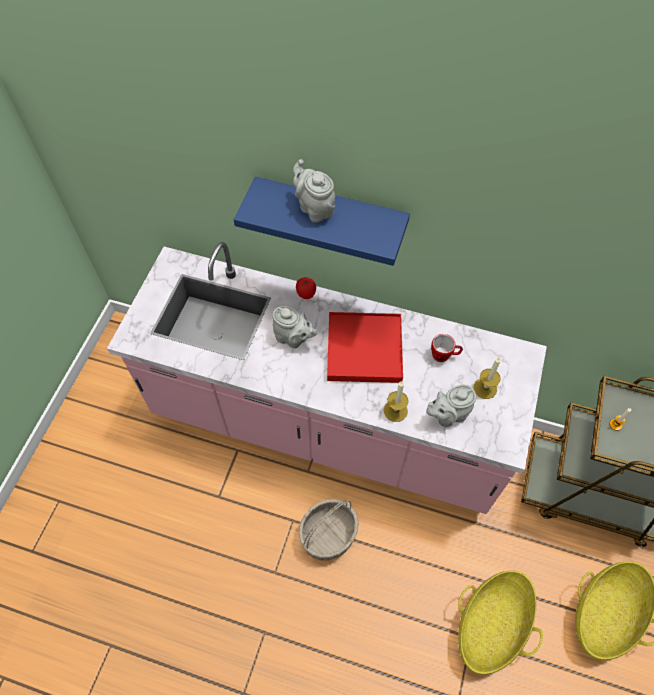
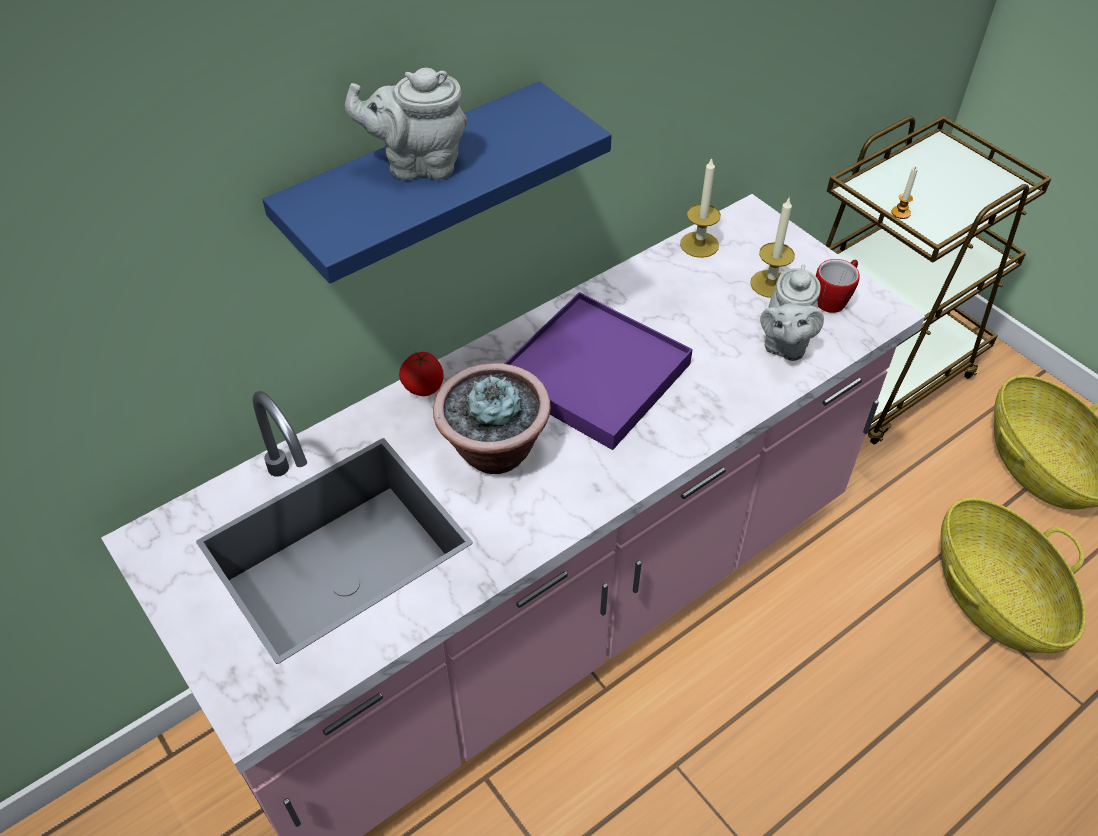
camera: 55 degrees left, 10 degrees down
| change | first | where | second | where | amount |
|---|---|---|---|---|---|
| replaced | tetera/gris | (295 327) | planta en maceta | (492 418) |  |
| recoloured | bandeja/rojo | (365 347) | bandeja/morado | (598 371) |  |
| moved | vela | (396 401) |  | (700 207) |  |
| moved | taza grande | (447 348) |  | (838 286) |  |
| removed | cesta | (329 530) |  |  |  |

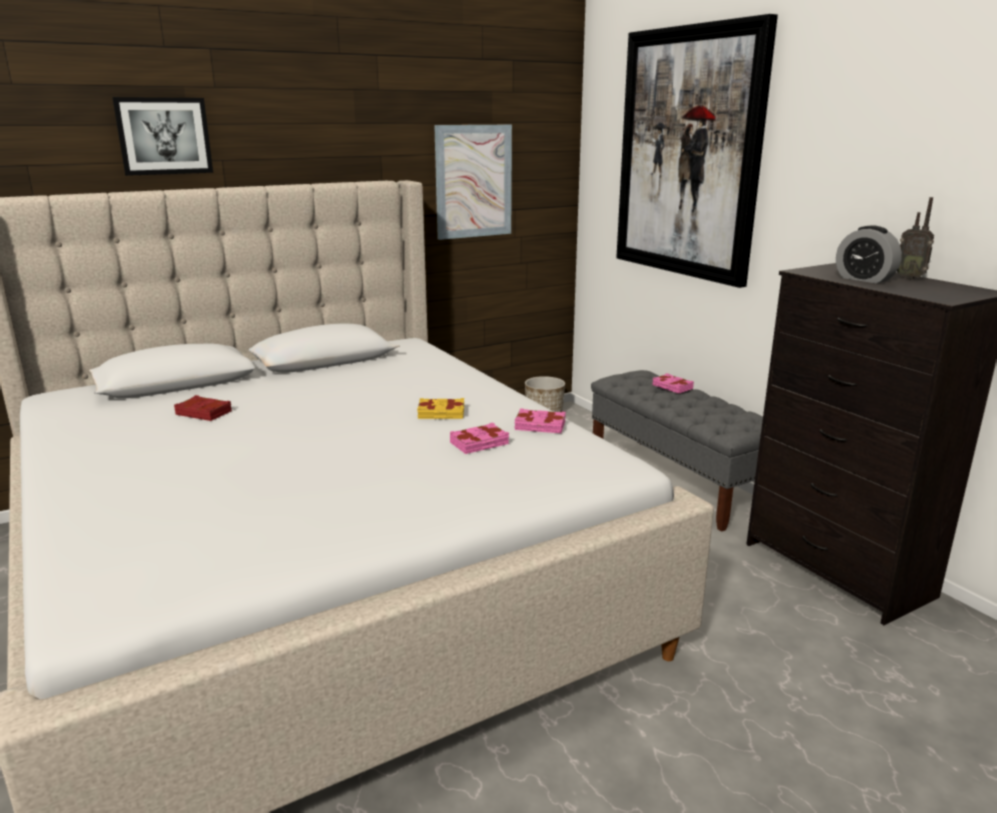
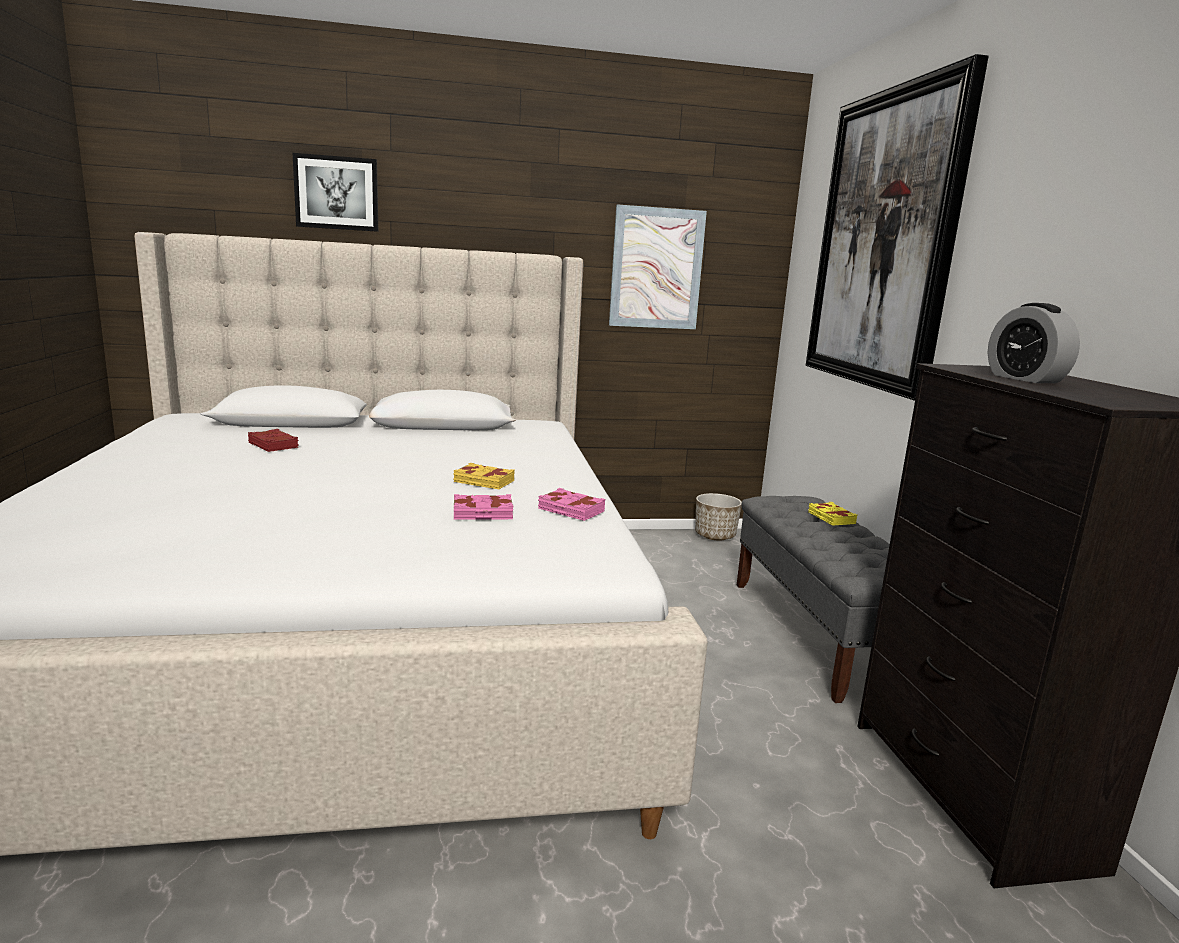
camera: 20 degrees right, 5 degrees down
| change | first | where | second | where | amount |
|---|---|---|---|---|---|
| recoloured | libro/rosa | (673 383) | libro/amarillo | (832 514) |  |
| removed | radio | (915 238) |  |  |  |

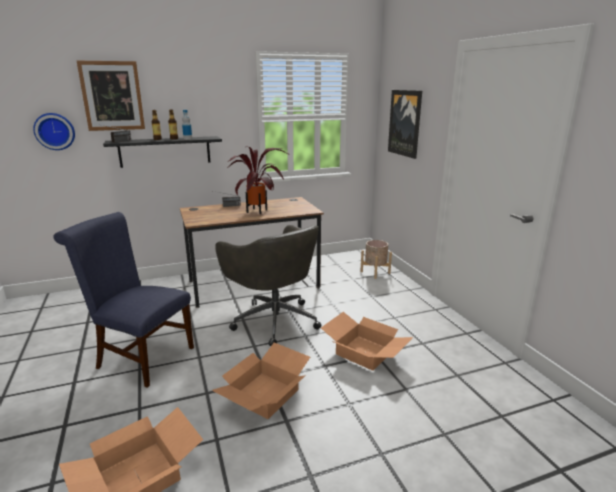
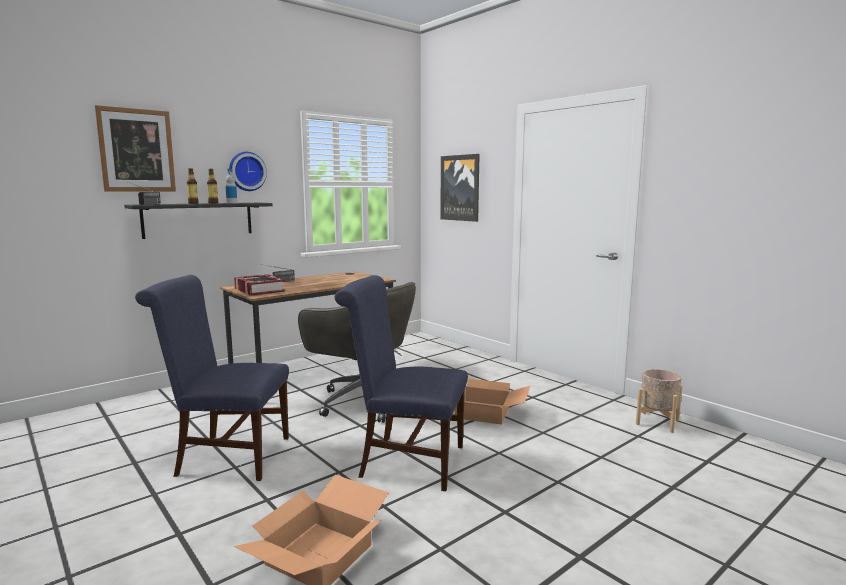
camera: 20 degrees left, 10 degrees down
| change | first | where | second | where | amount |
|---|---|---|---|---|---|
| moved | reloj de pared | (54 131) |  | (248 171) |  |
| added |  |  | libro | (259 285) |  |
| replaced | caja de cartón | (261 380) | silla/azul | (401 383) |  |
| moved | maceta/beis | (376 259) |  | (659 401) |  |
| removed | planta en maceta | (259 180) |  |  |  |

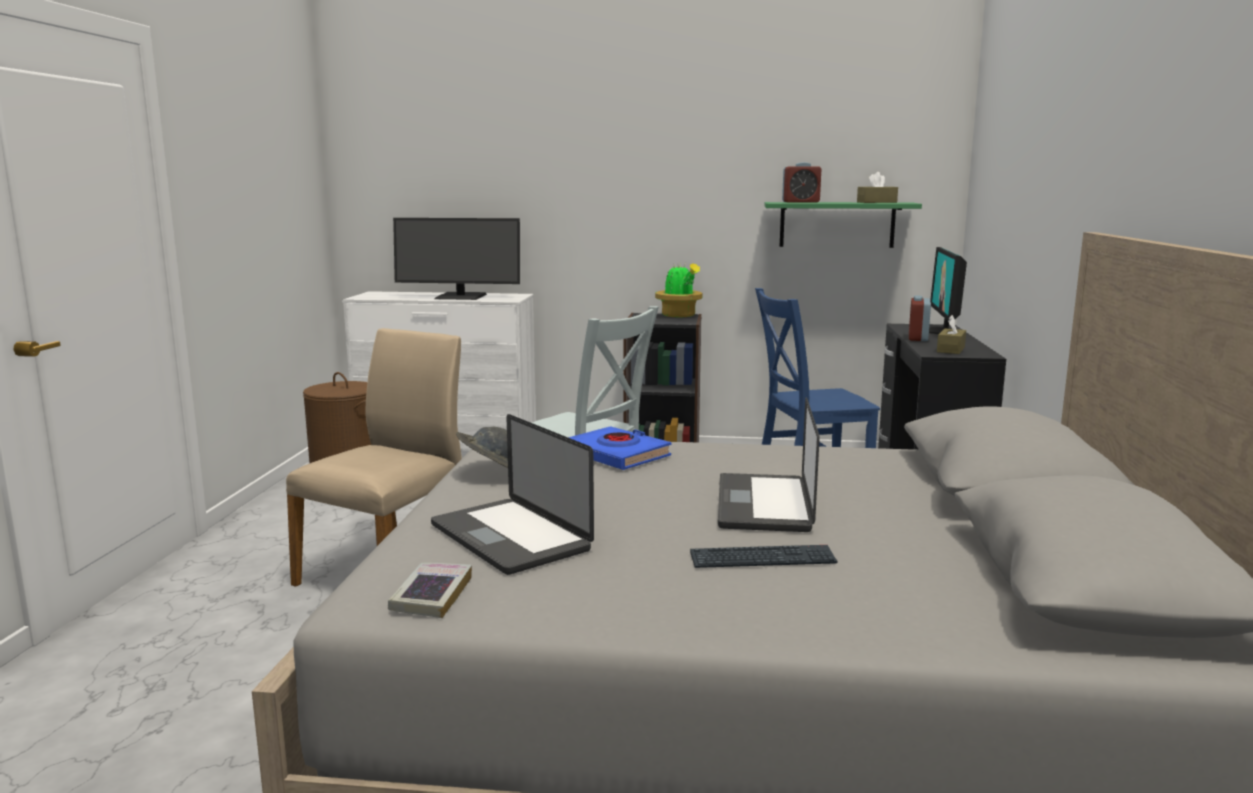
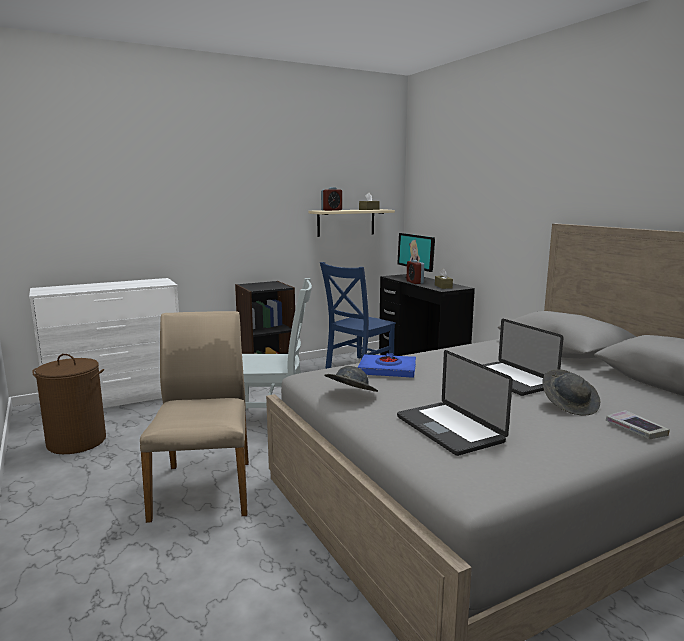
camera: 35 degrees left, 0 degrees up
| change | first | where | second | where | amount |
|---|---|---|---|---|---|
| recoloured | estante/verde | (843 225) | estante/beis | (351 223) |  |
| turned | portátil | (512 494) |  | (455 403) | 45 degrees clockwise |
| replaced | teclado | (764 556) | sombrero/gris | (571 392) |  |
| moved | libro | (430 590) |  | (638 424) |  |
| removed | monitor | (456 259) |  |  |  |
| removed | planta en maceta | (678 290) |  |  |  |

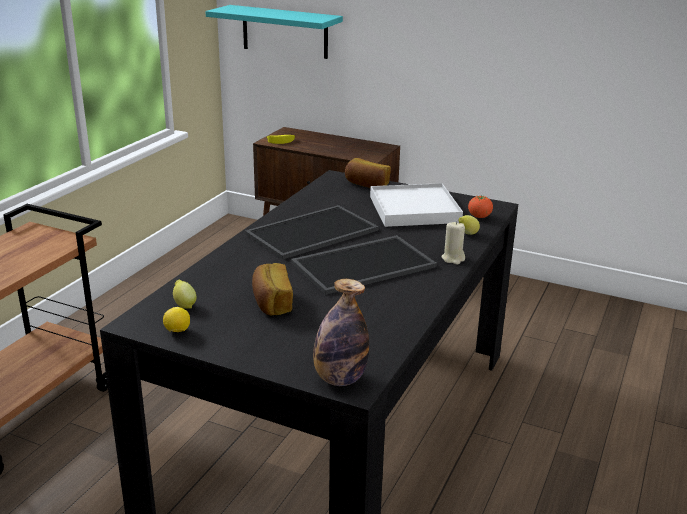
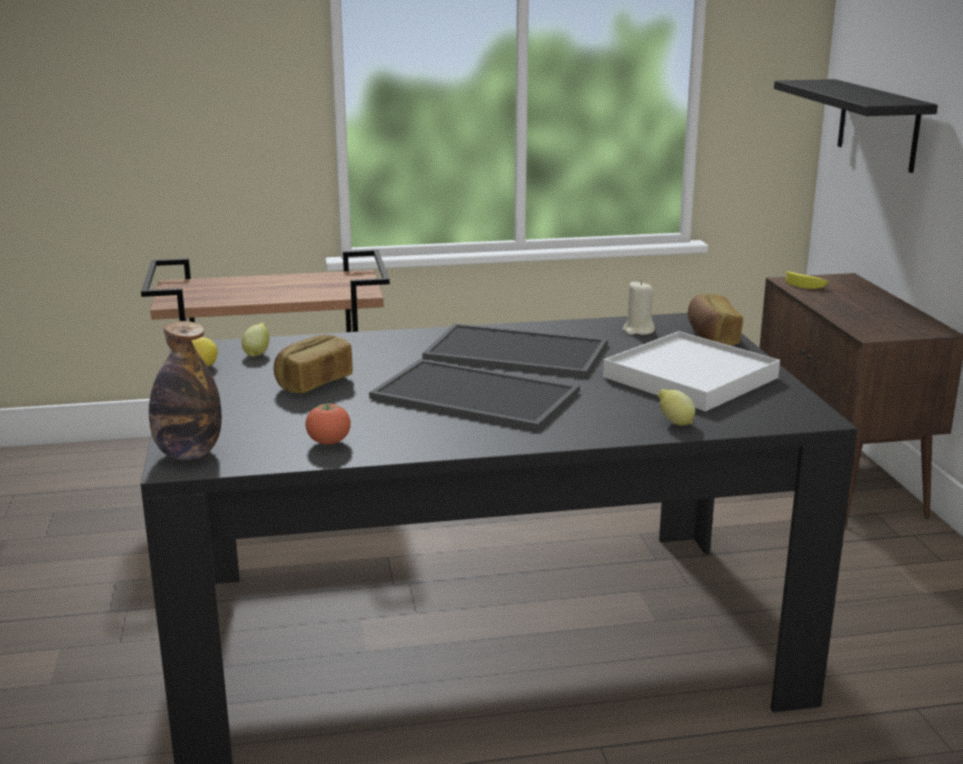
camera: 55 degrees right, 5 degrees down
| change | first | where | second | where | amount |
|---|---|---|---|---|---|
| moved | tomate | (480 207) |  | (328 423) |  |
| moved | vela/beis | (453 243) |  | (638 308) |  |
| recoloured | estante/turquesa | (274 32) | estante/negro | (856 126) |  |

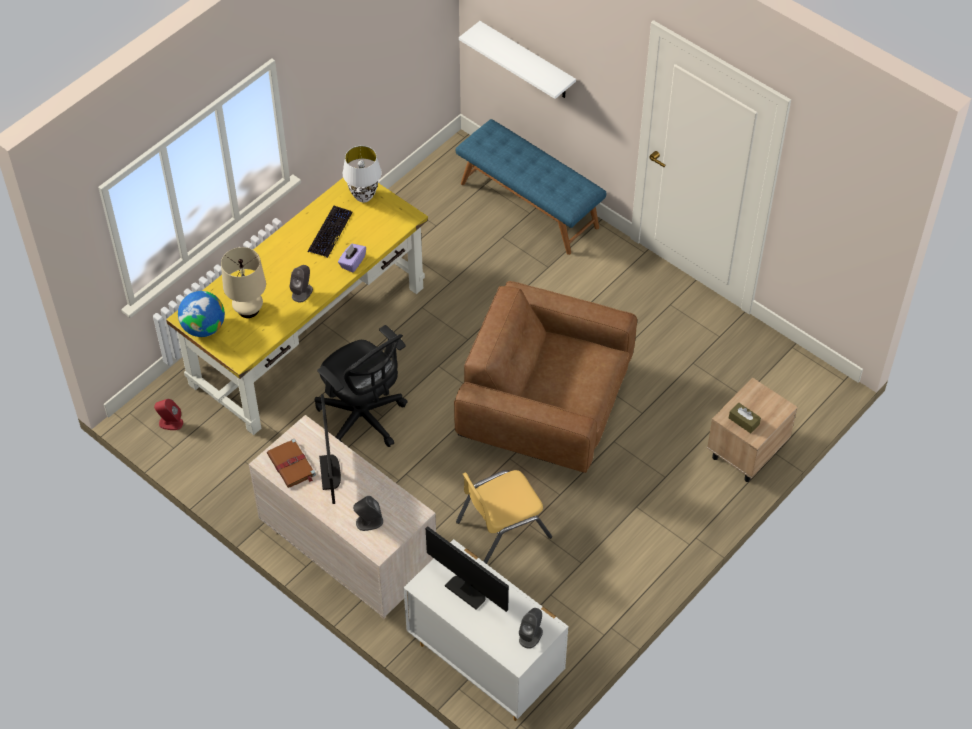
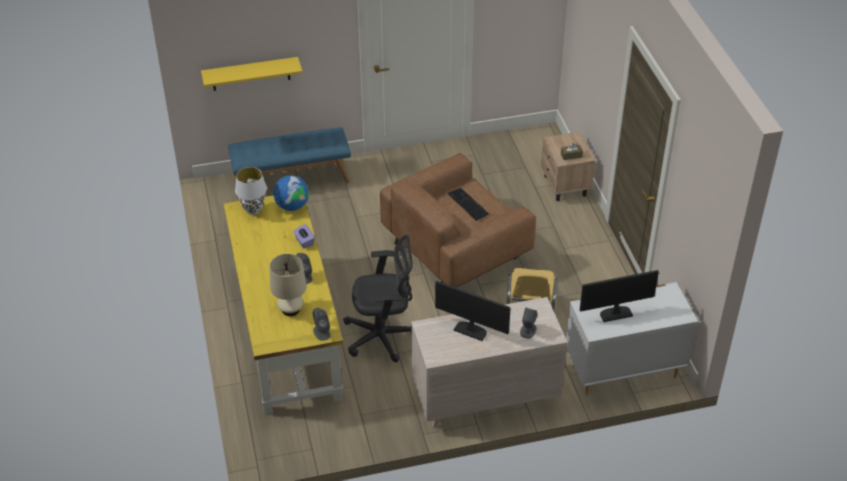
camera: 55 degrees left, 10 degrees down
| change | first | where | second | where | amount |
|---|---|---|---|---|---|
| recoloured | estante/blanco | (517 60) | estante/amarillo | (251 74) |  |
| moved | globo terráqueo | (201 314) |  | (291 193) |  |
| moved | altavoz/gris | (531 628) |  | (321 324) |  |
| moved | teclado | (330 232) |  | (469 204) |  |
| removed | altavoz/rojo | (168 414) |  |  |  |
| removed | libro/marrón | (291 463) |  |  |  |

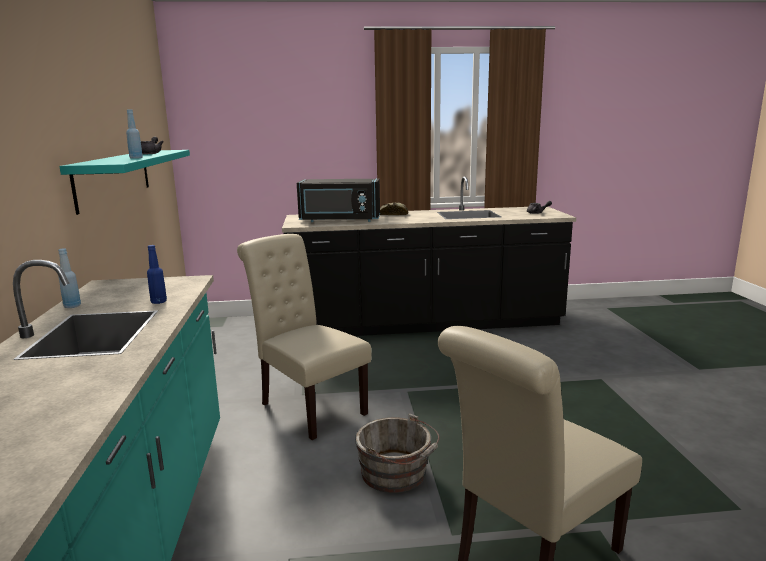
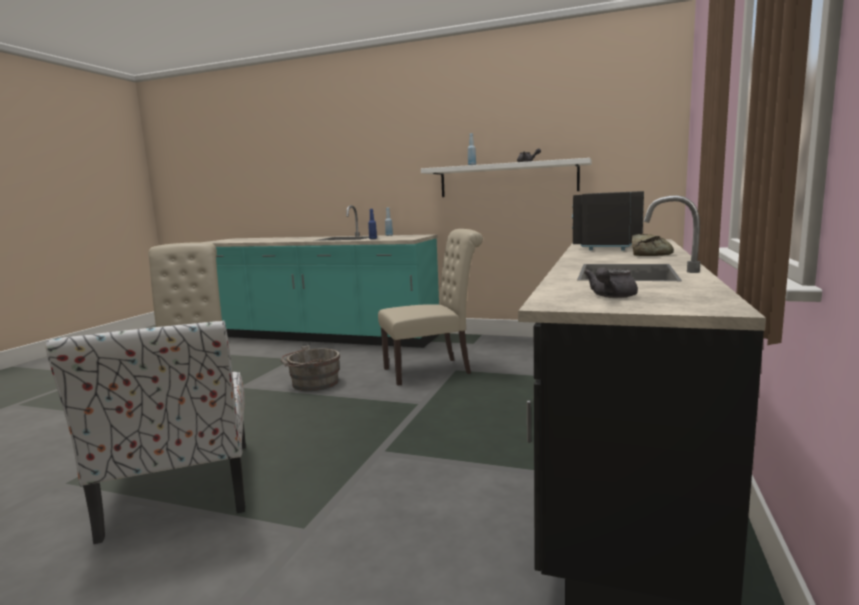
camera: 115 degrees right, 5 degrees down
| change | first | where | second | where | amount |
|---|---|---|---|---|---|
| added |  |  | silla | (146 432) |  |
| recoloured | estante/turquesa | (124 182) | estante/blanco | (506 177) |  |

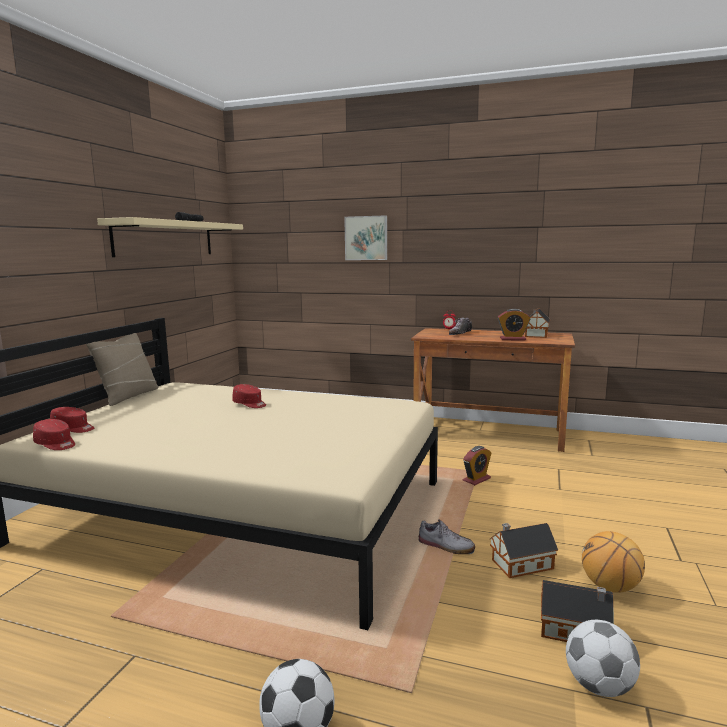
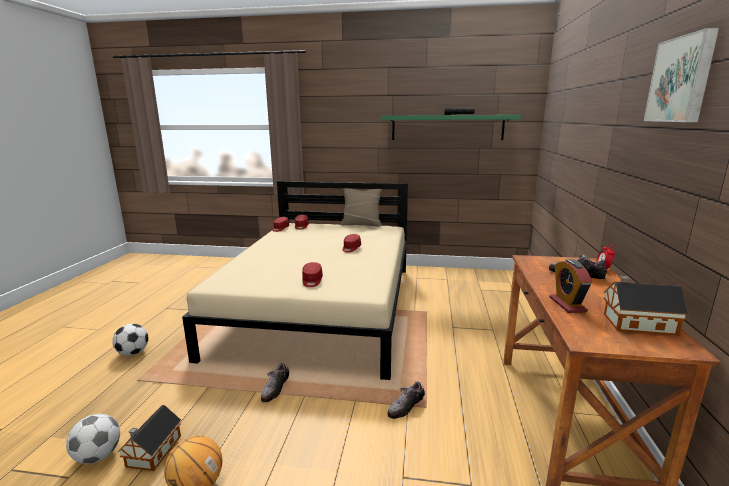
camera: 80 degrees right, 5 degrees up
| change | first | where | second | where | amount |
|---|---|---|---|---|---|
| added |  |  | gorra/rojo | (312 274) |  |
| recoloured | estante/beis | (170 237) | estante/verde | (451 127) |  |
| replaced | despertador | (477 466) | zapato | (406 400) |  |
| moved | cuadro | (365 237) |  | (681 75) |  |
| removed | casita | (524 550) |  |  |  |

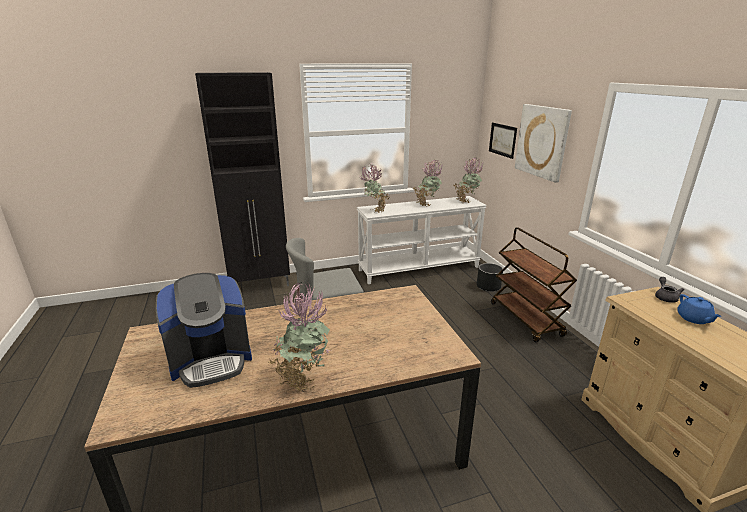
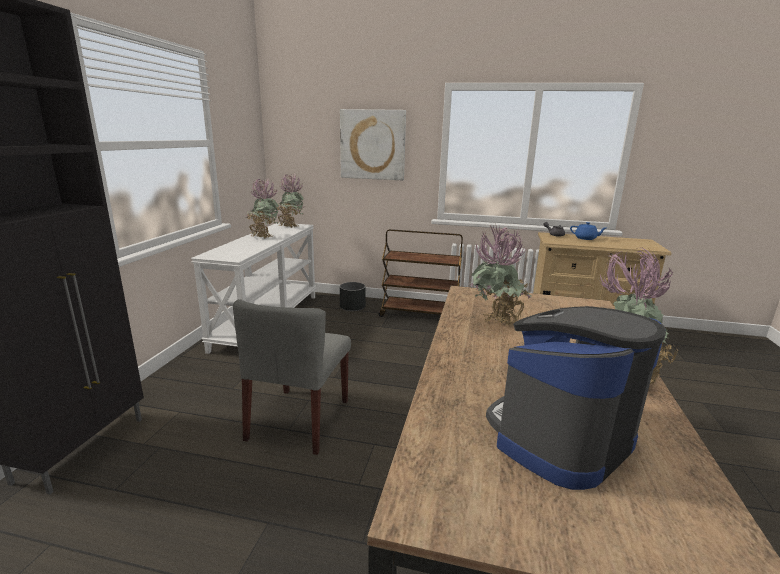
camera: 60 degrees left, 5 degrees down
| change | first | where | second | where | amount |
|---|---|---|---|---|---|
| moved | planta en maceta | (375 188) |  | (500 275) |  |
| turned | cafetera | (204 330) |  | (576 398) | 135 degrees counterclockwise |
| removed | cuadro | (503 141) |  |  |  |

